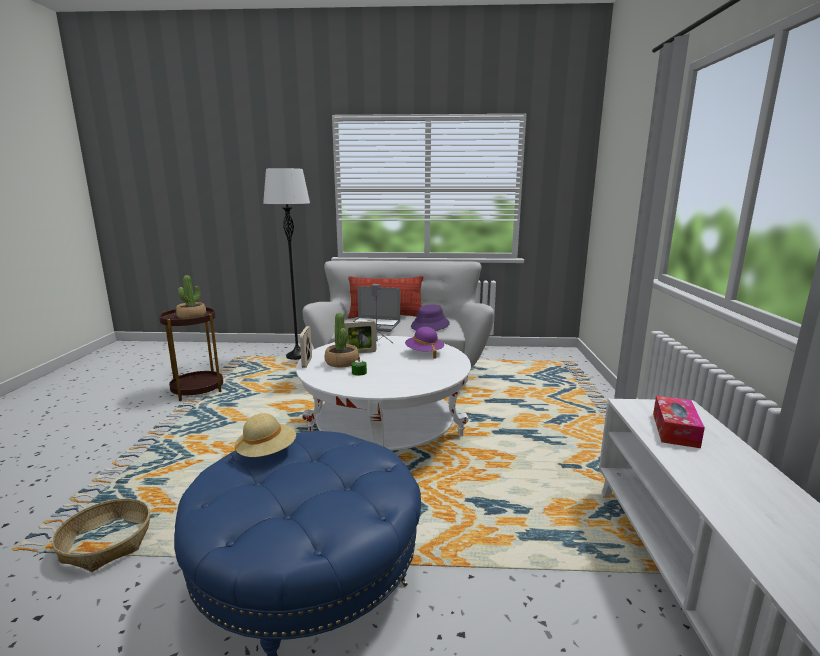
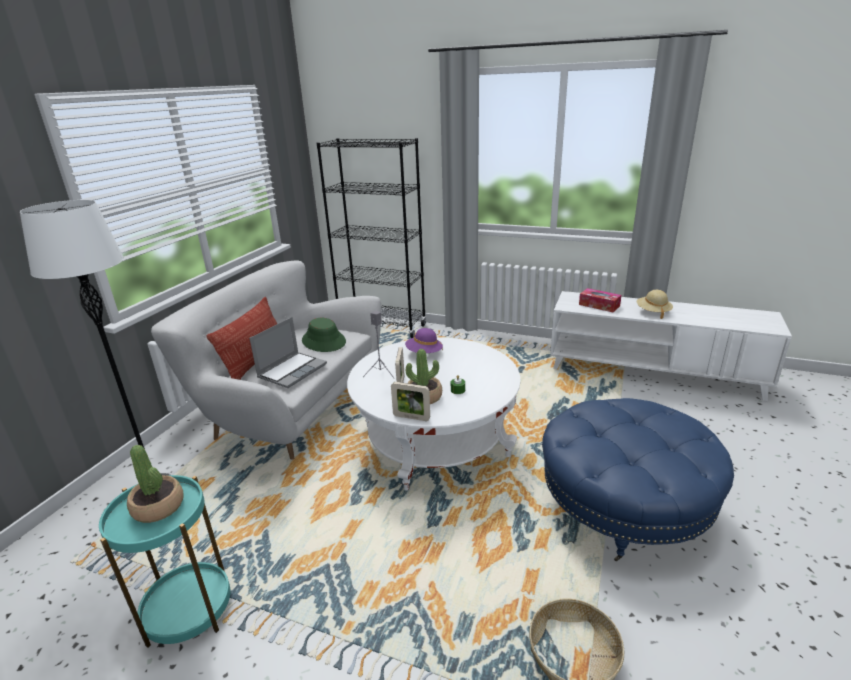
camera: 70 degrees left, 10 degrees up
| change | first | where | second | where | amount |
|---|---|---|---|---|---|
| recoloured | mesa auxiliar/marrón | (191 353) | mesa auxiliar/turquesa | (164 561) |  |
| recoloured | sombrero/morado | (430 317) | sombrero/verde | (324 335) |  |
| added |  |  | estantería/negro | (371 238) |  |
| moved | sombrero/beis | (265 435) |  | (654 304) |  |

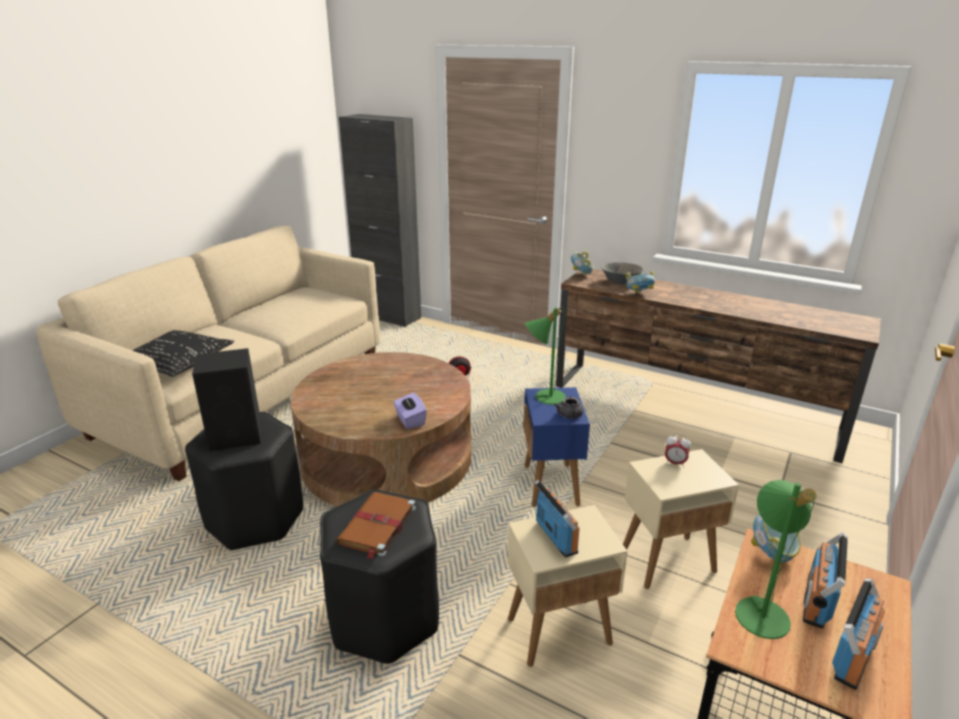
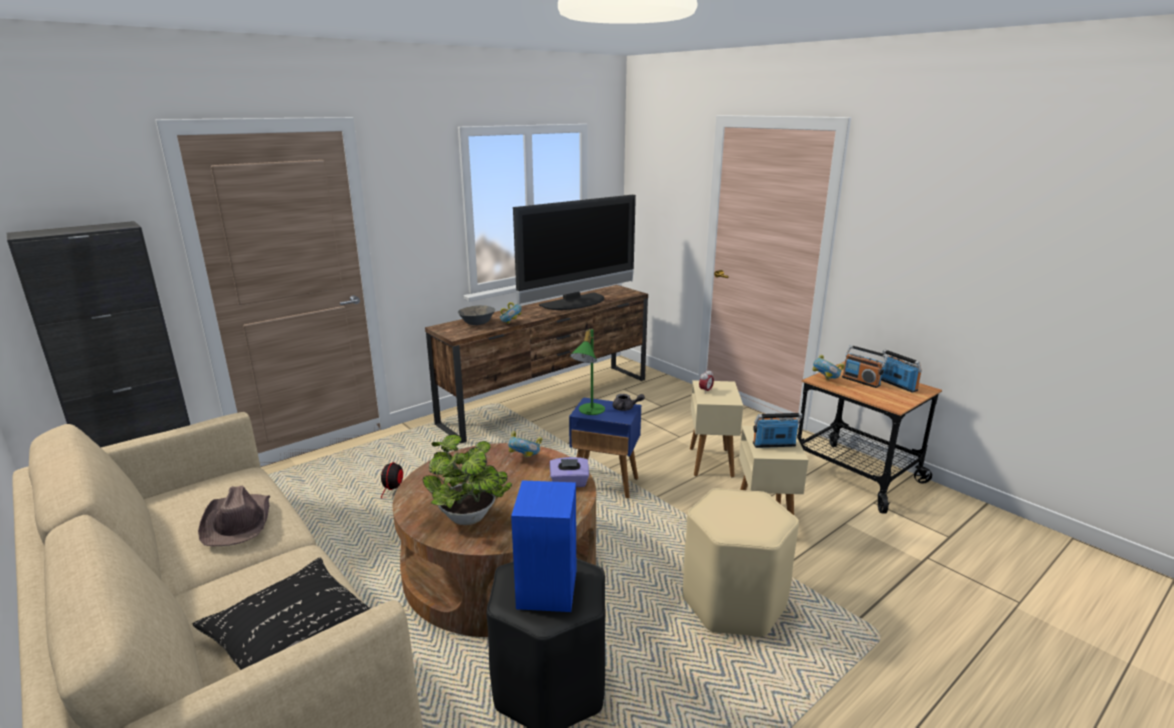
camera: 70 degrees left, 5 degrees down
| change | first | where | second | where | amount |
|---|---|---|---|---|---|
| added |  |  | sombrero/marrón | (234 515) |  |
| added |  |  | planta en maceta | (467 479) |  |
| moved | cuenco | (582 263) |  | (525 444) |  |
| recoloured | altavoz/negro | (226 399) | altavoz/azul | (543 546) |  |
| added |  |  | televisor | (574 252) |  |
| recoloured | taburete/negro | (379 577) | taburete/beis | (741 562) |  |
| removed | libro/marrón | (376 526) |  |  |  |
| removed | lámpara de mesa/verde | (775 559) |  |  |  |

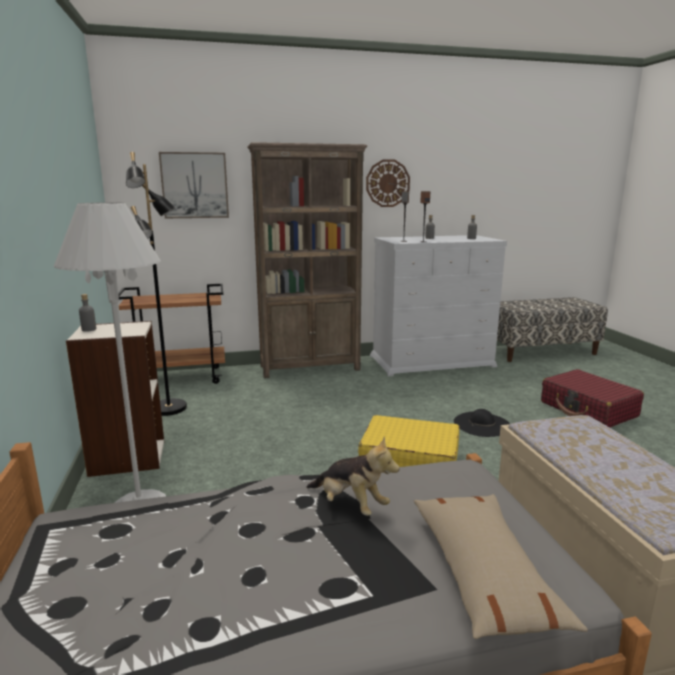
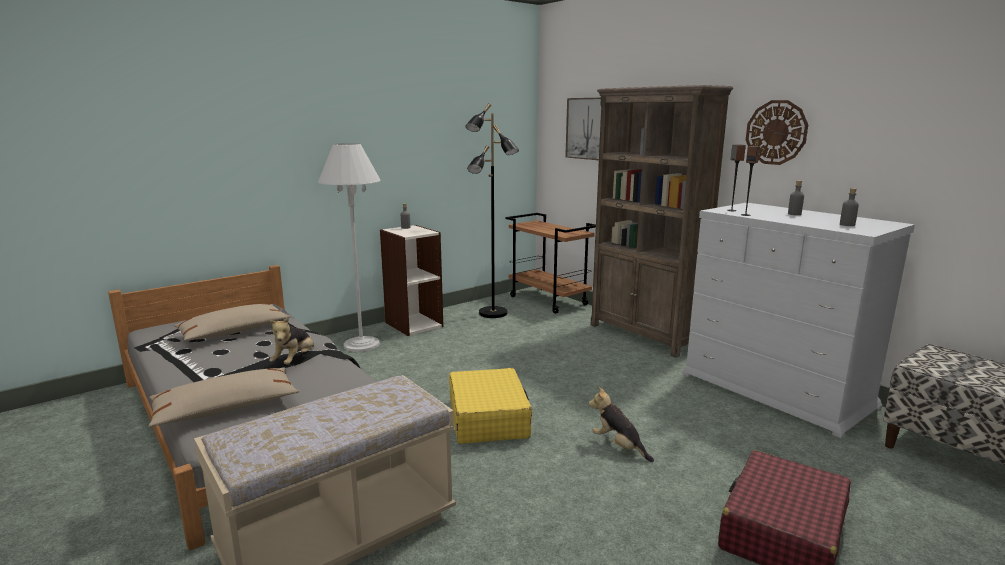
camera: 65 degrees right, 0 degrees up
| change | first | where | second | where | amount |
|---|---|---|---|---|---|
| added |  |  | cojín/beis | (232 322) |  |
| replaced | sombrero/negro | (482 423) | peluche | (621 424) |  |

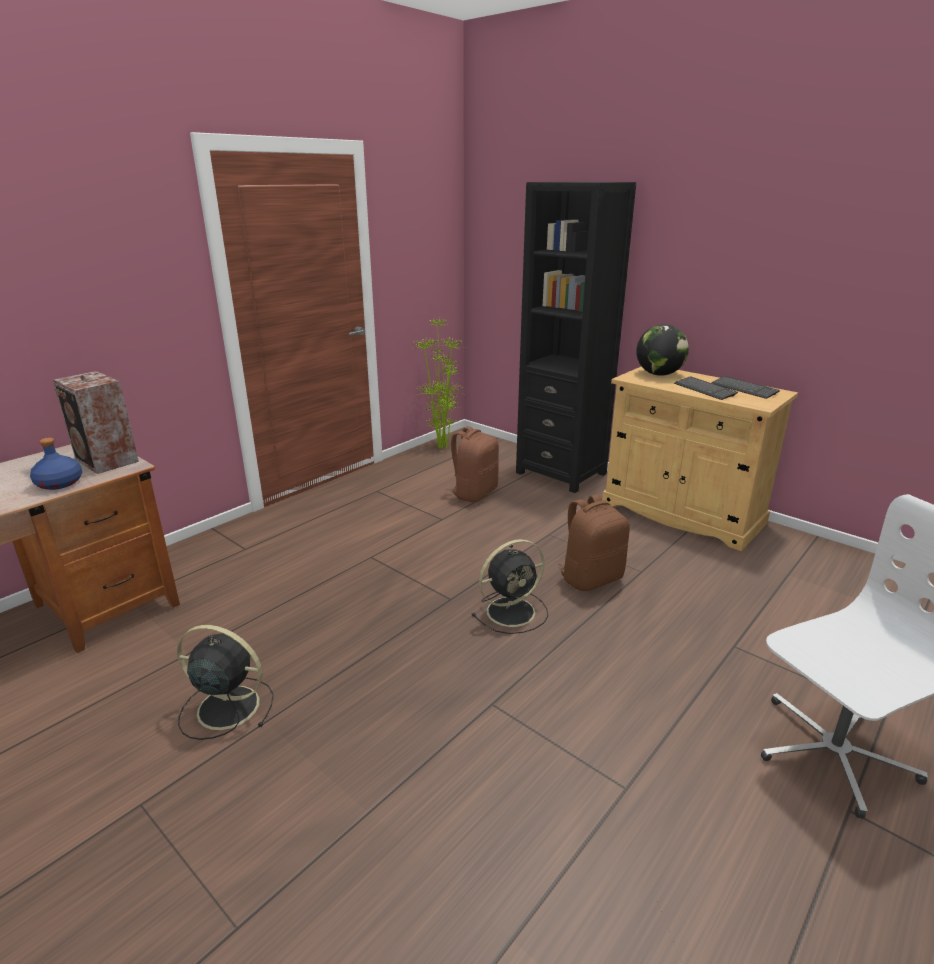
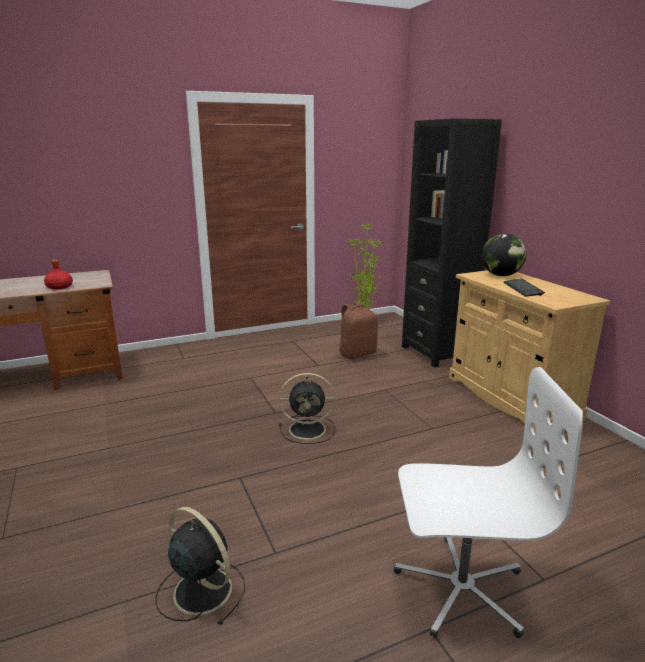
camera: 25 degrees right, 5 degrees down
| change | first | where | second | where | amount |
|---|---|---|---|---|---|
| recoloured | botella/azul | (56 464) | botella/rojo | (58 274) |  |
| moved | ventilador/negro | (225 682) |  | (200 566) |  |
| removed | altavoz | (96 422) |  |  |  |
| removed | mochila/marrón | (594 542) |  |  |  |
| removed | teclado | (745 387) |  |  |  |

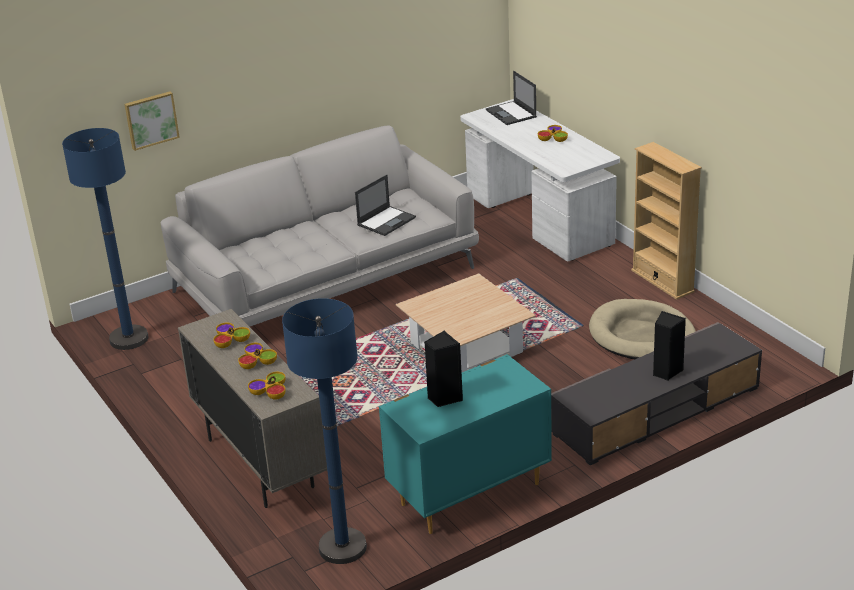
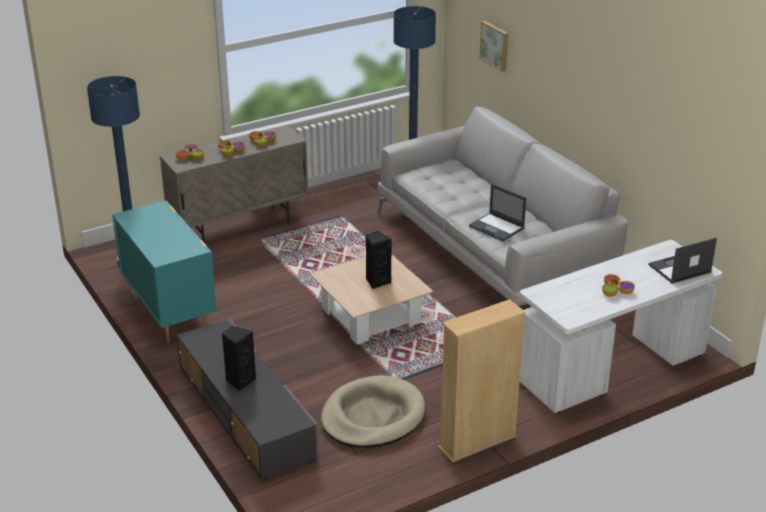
camera: 90 degrees right, 0 degrees up
| change | first | where | second | where | amount |
|---|---|---|---|---|---|
| moved | altavoz/negro | (443 368) |  | (379 260) |  |

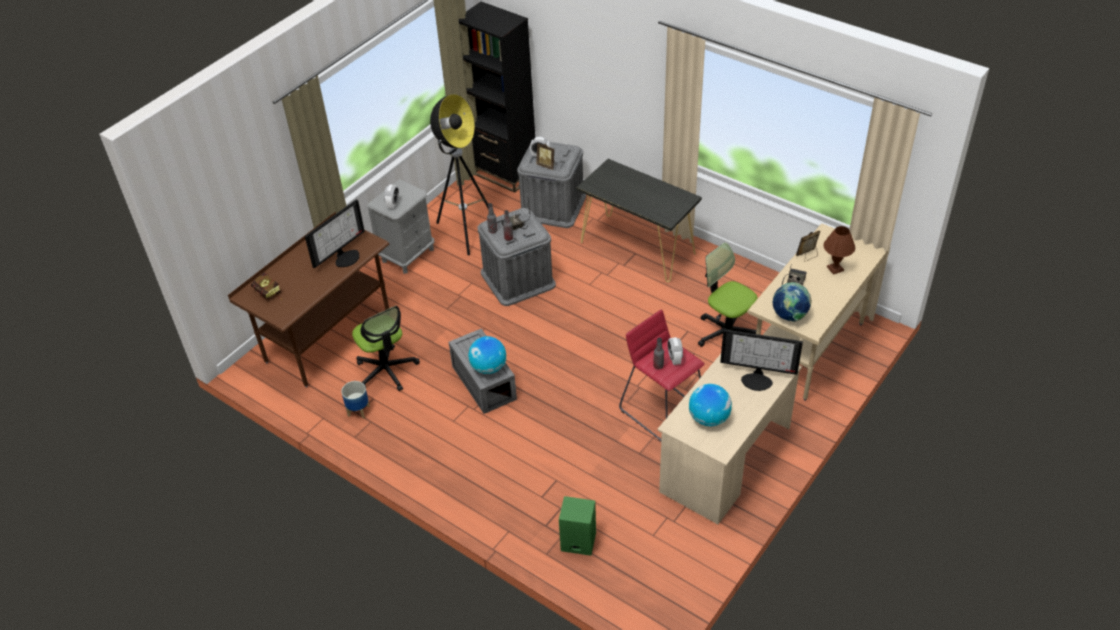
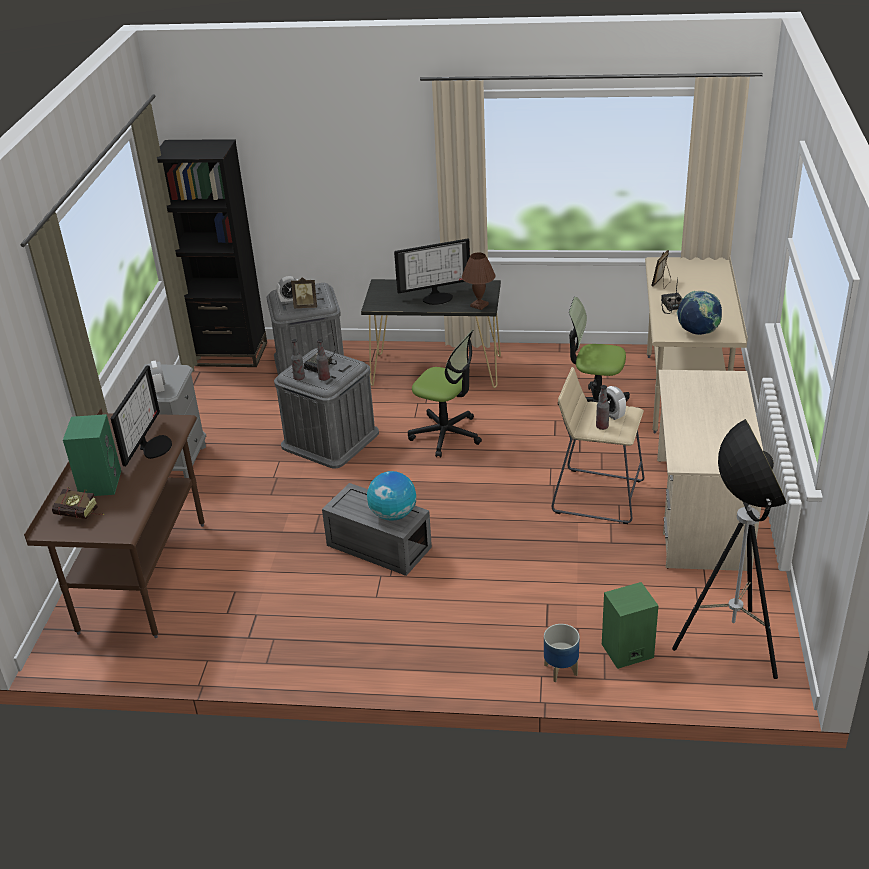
camera: 30 degrees left, 10 degrees down
| change | first | where | second | where | amount |
|---|---|---|---|---|---|
| added |  |  | altavoz/verde | (92 455) |  |
| moved | monitor | (761 360) |  | (432 272) |  |
| moved | silla de oficina | (386 348) |  | (445 393) |  |
| moved | lámpara de mesa/marrón | (839 250) |  | (479 281) |  |
| moved | maceta | (355 400) |  | (561 653) |  |
| recoloured | taburete/rojo | (662 375) | taburete/beis | (598 445) |  |
| moved | lámpara de pie | (459 174) |  | (729 549) |  |
| removed | globo terráqueo | (710 405) |  |  |  |

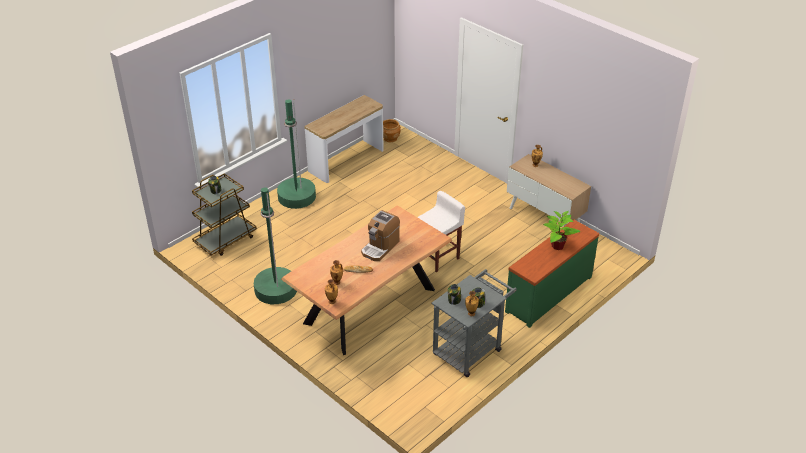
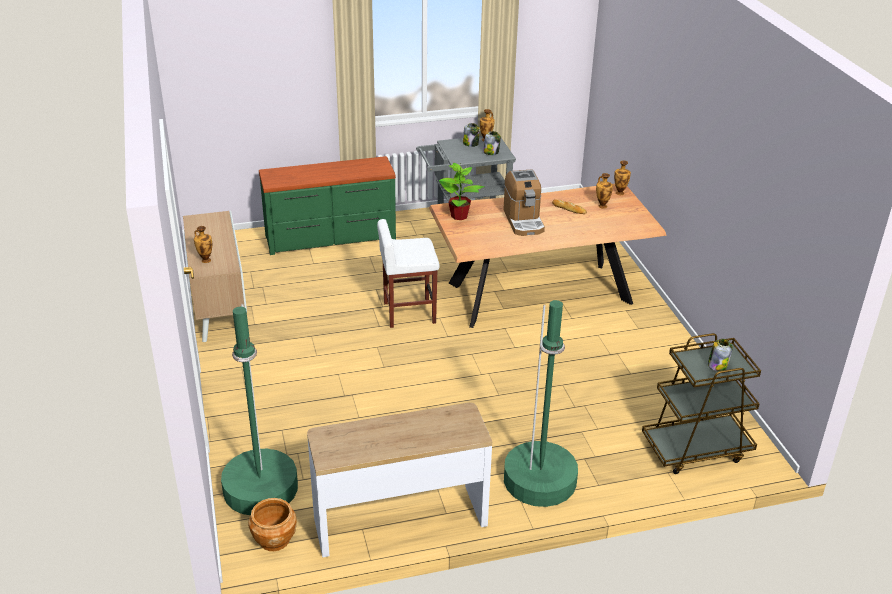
camera: 150 degrees left, 5 degrees down
| change | first | where | second | where | amount |
|---|---|---|---|---|---|
| moved | lámpara de pie/verde | (275 245) |  | (259 409) |  |
| moved | planta en maceta | (562 230) |  | (462 191) |  |
| turned | cafetera | (380 235) |  | (524 202) | 105 degrees clockwise |

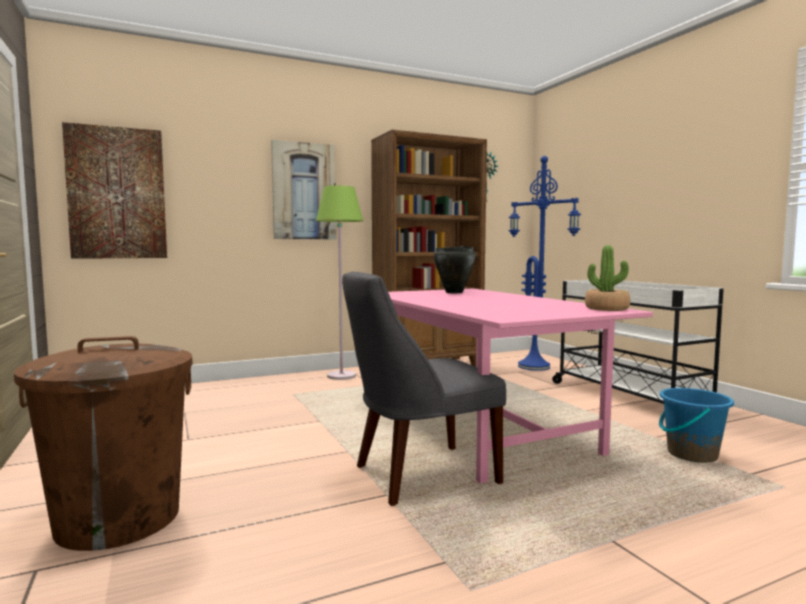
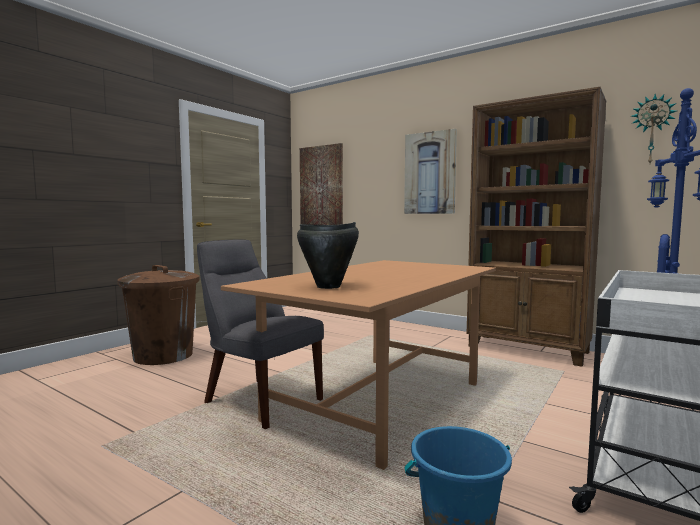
camera: 60 degrees right, 0 degrees up
| change | first | where | second | where | amount |
|---|---|---|---|---|---|
| recoloured | mesa de comedor/rosa | (520 386) | mesa de comedor/marrón | (358 365) |  |
| moved | olla/negro | (455 269) |  | (328 255) |  |
| removed | lámpara de pie/verde | (339 282) |  |  |  |
| removed | planta en maceta | (607 278) |  |  |  |

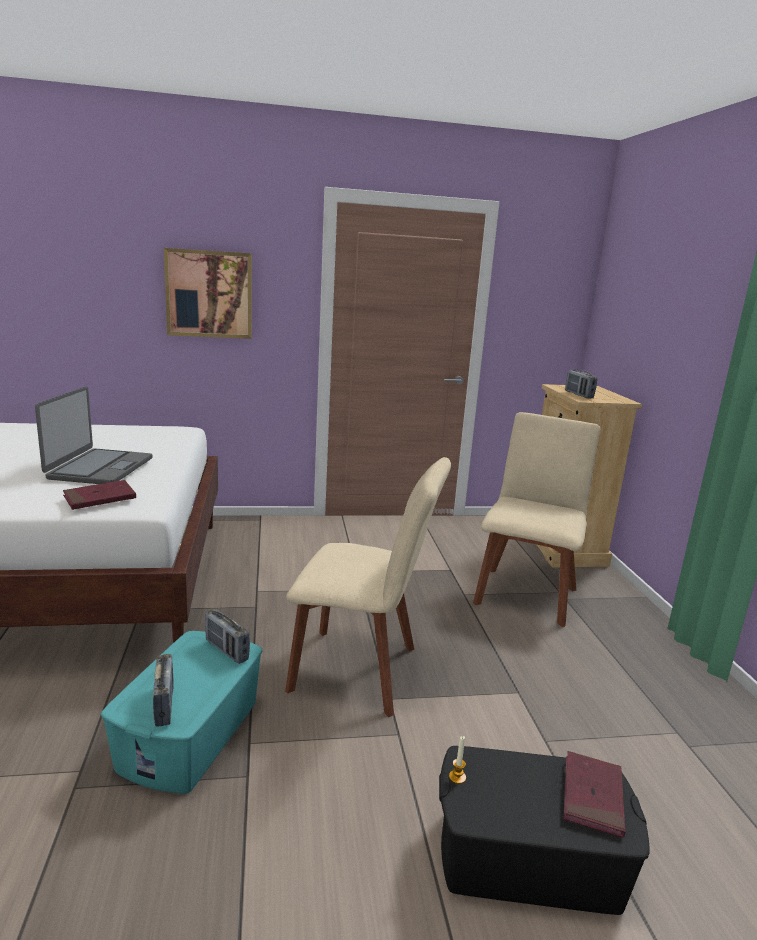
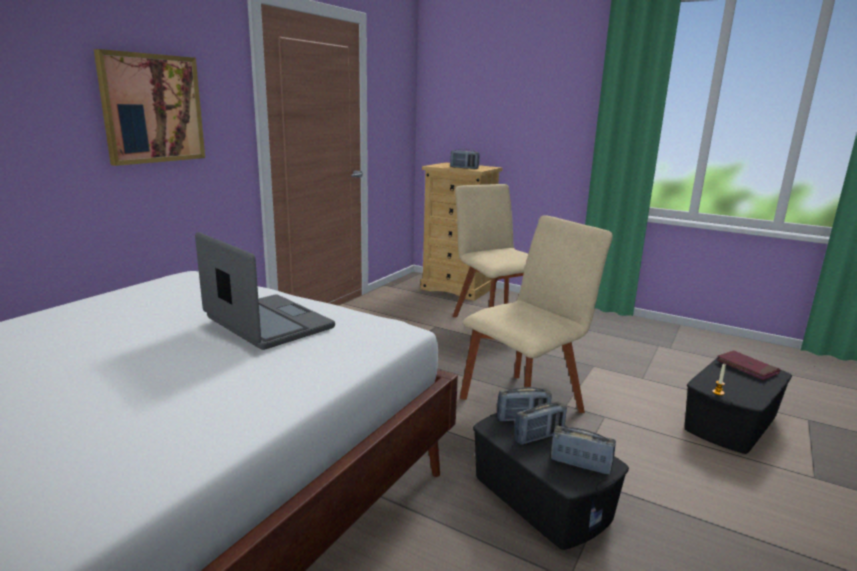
camera: 50 degrees left, 0 degrees up
| change | first | where | second | where | amount |
|---|---|---|---|---|---|
| recoloured | caja de almacenaje/turquesa | (181 712) | caja de almacenaje/negro | (551 481) |  |
| added |  |  | radio | (540 423) |  |
| removed | libro/rojo | (99 495) |  |  |  |

